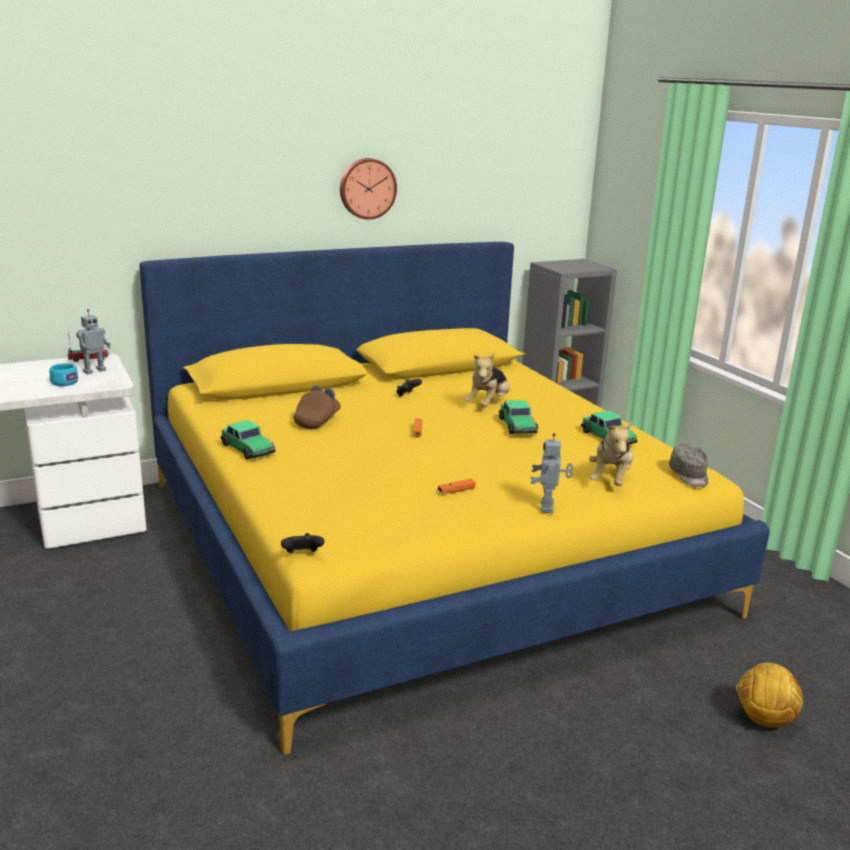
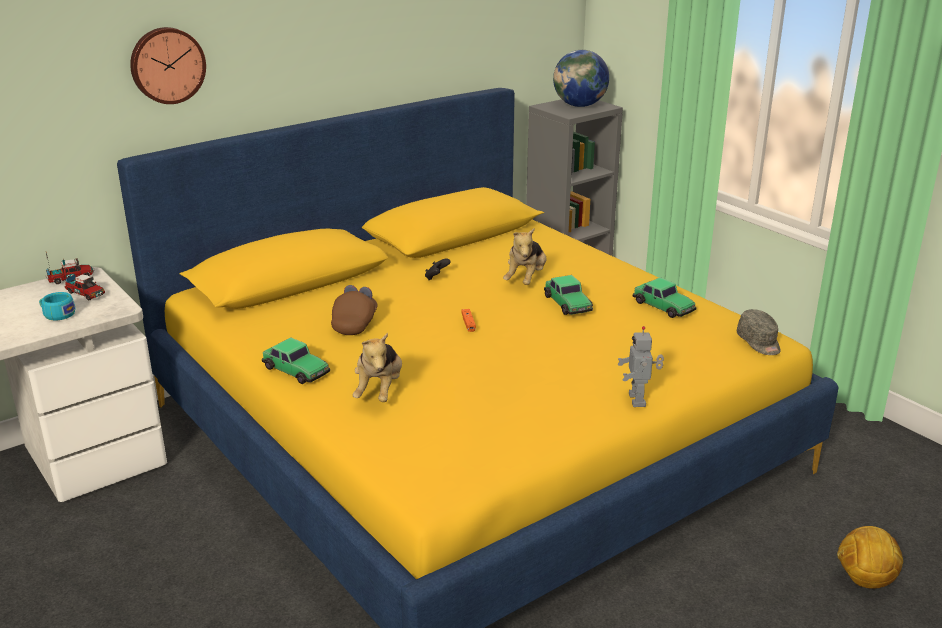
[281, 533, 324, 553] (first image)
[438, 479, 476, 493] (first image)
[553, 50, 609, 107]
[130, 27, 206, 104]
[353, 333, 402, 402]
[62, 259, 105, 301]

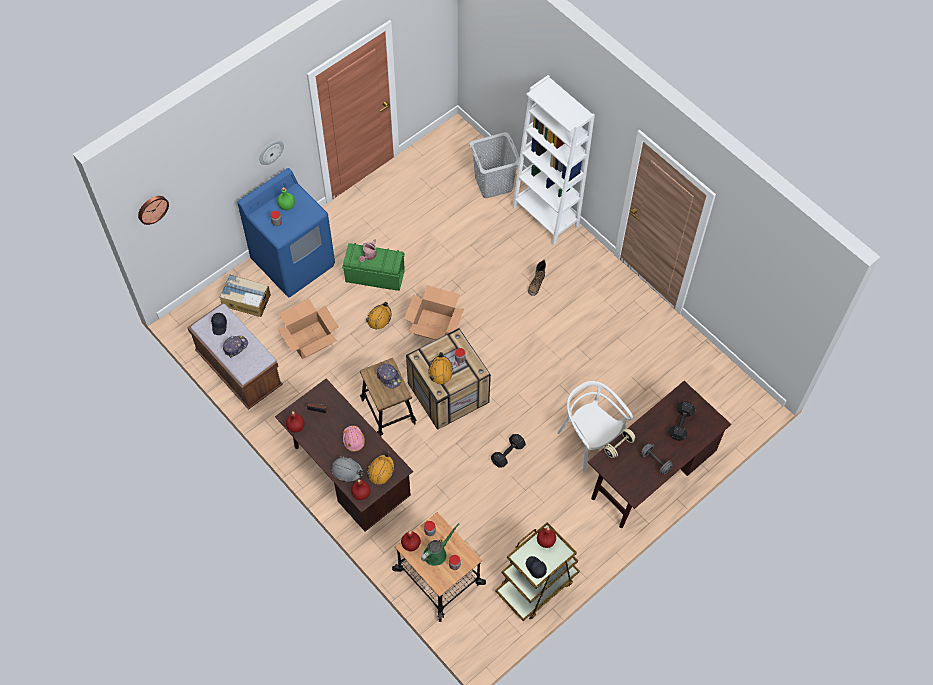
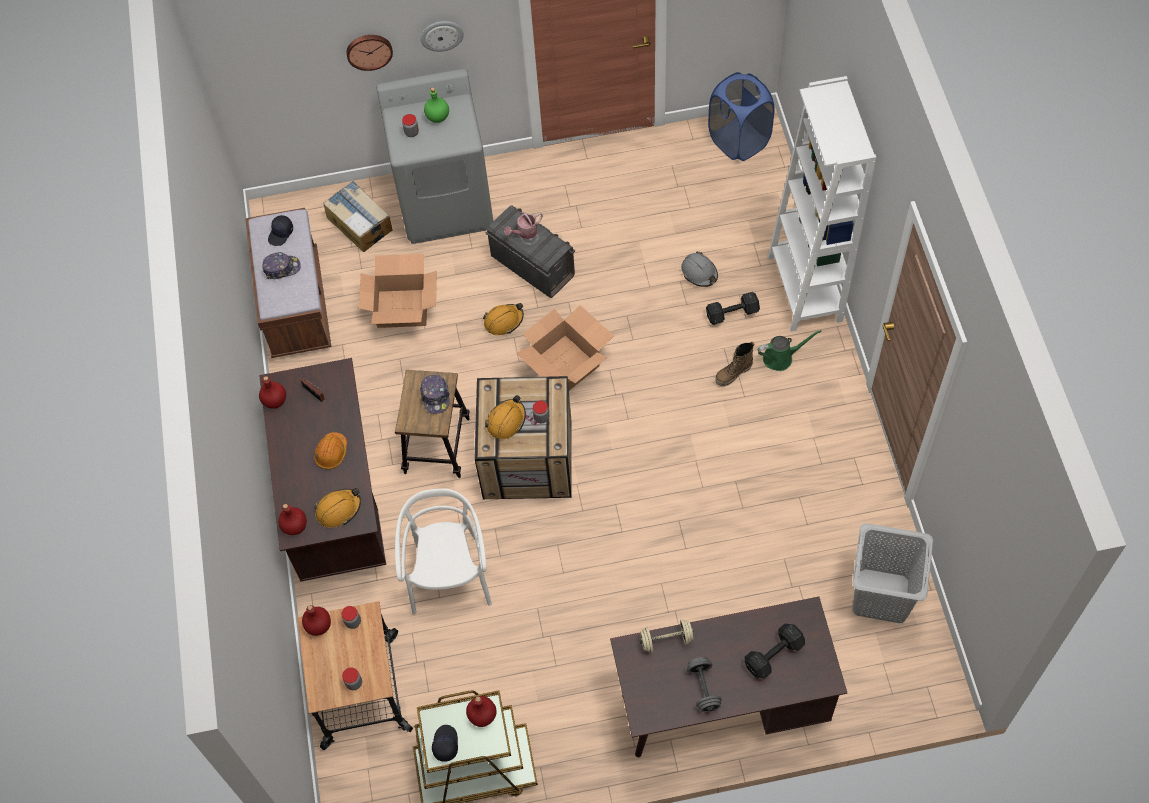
[708, 72, 775, 161]
[347, 35, 393, 71]
[681, 251, 718, 287]
[758, 330, 822, 371]
[852, 523, 933, 623]
[706, 292, 760, 325]
[395, 488, 492, 614]
[376, 69, 493, 244]
[486, 205, 575, 298]
[314, 432, 347, 469]

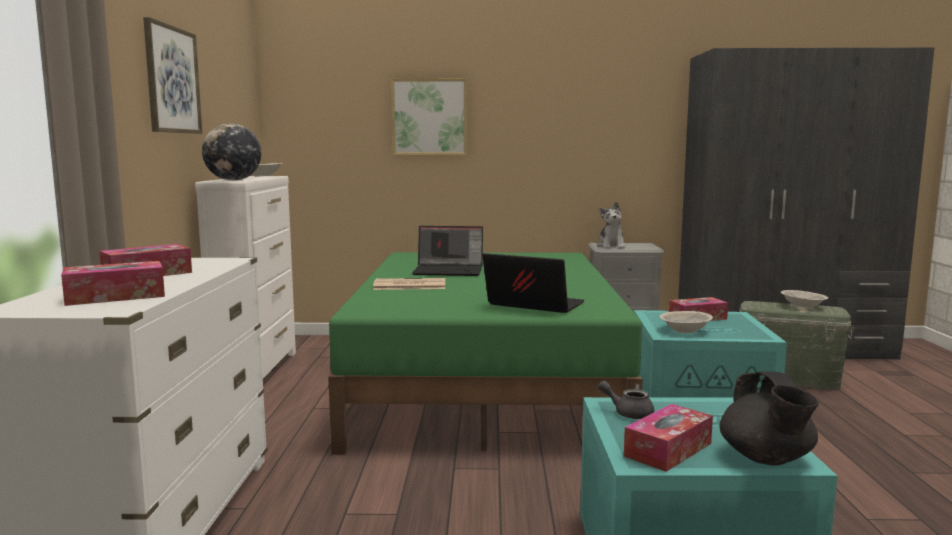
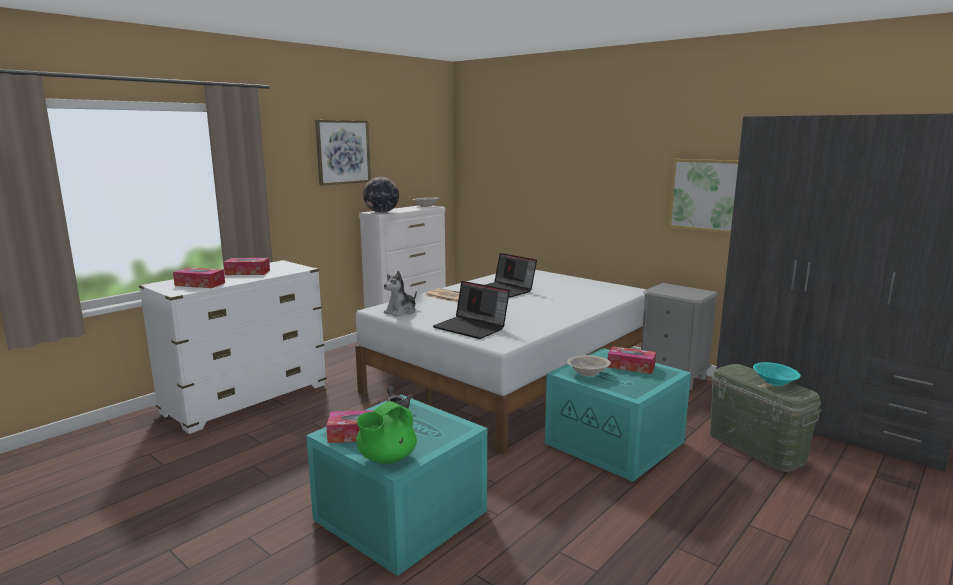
[668, 159, 738, 234]
[384, 271, 417, 317]
[355, 270, 647, 455]
[356, 401, 417, 464]
[753, 362, 801, 386]
[433, 281, 510, 339]

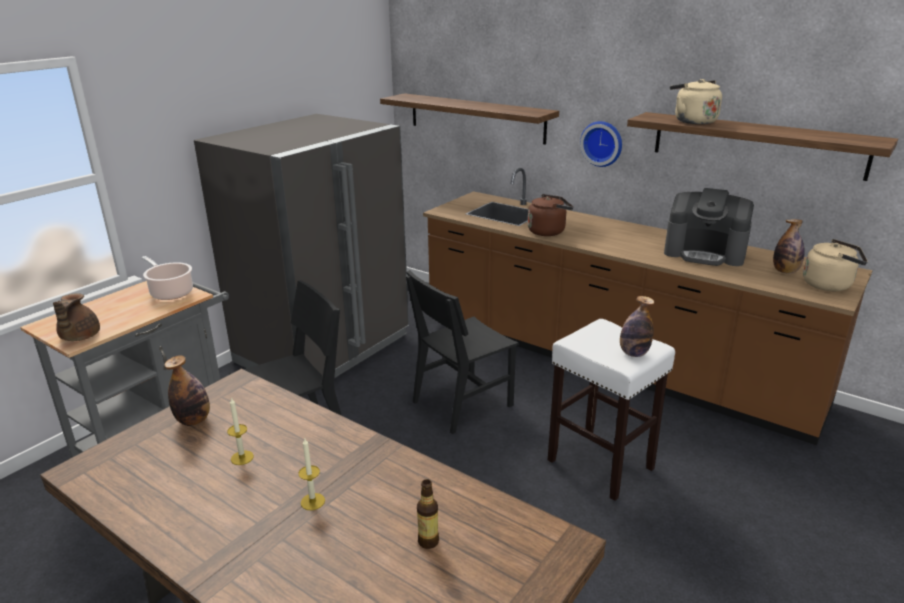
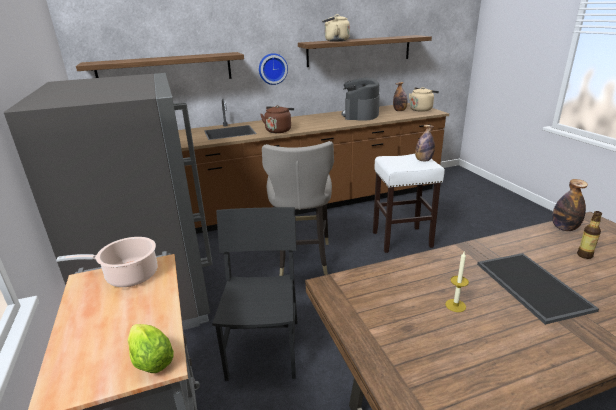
[552, 179, 588, 231]
[127, 324, 174, 373]
[477, 253, 599, 325]
[262, 141, 334, 276]
[341, 78, 380, 121]

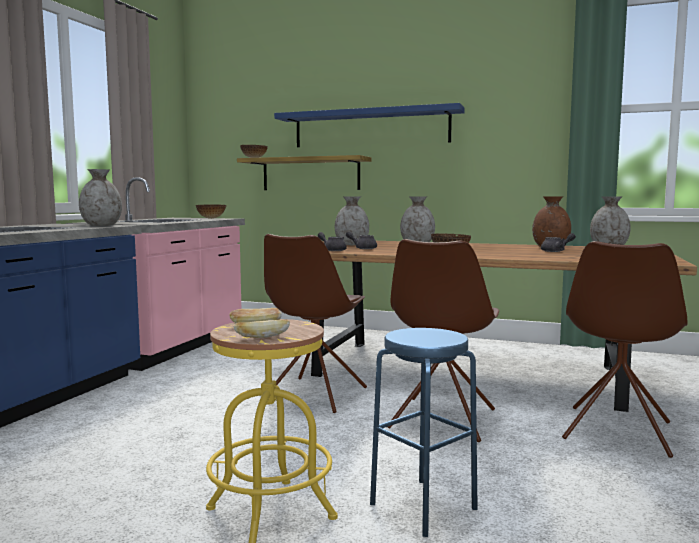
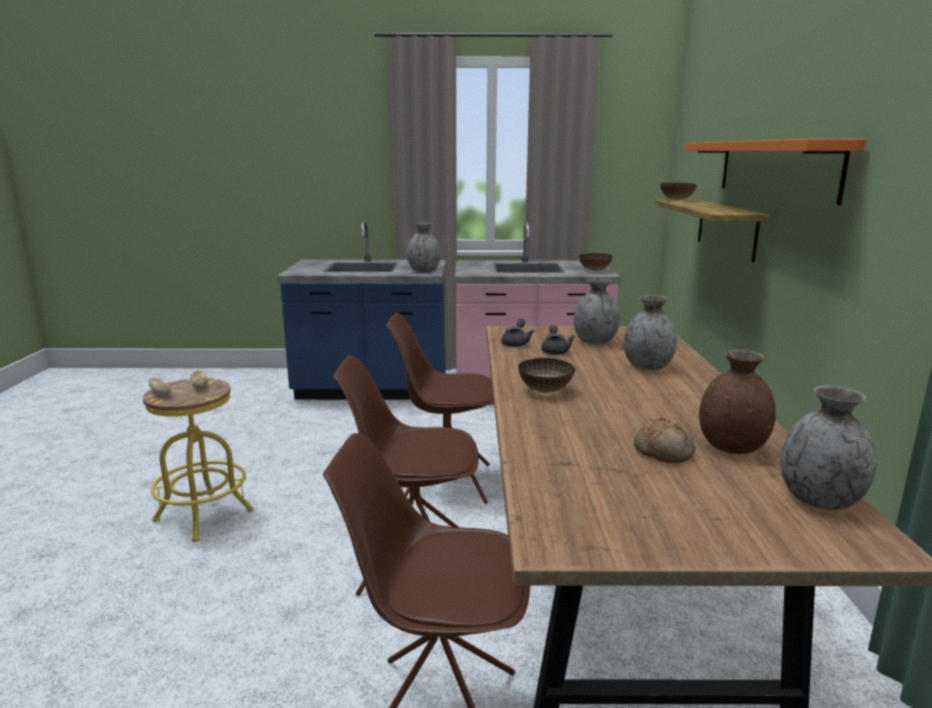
[370, 328, 478, 537] (first image)
[634, 418, 696, 463]
[685, 139, 866, 205]

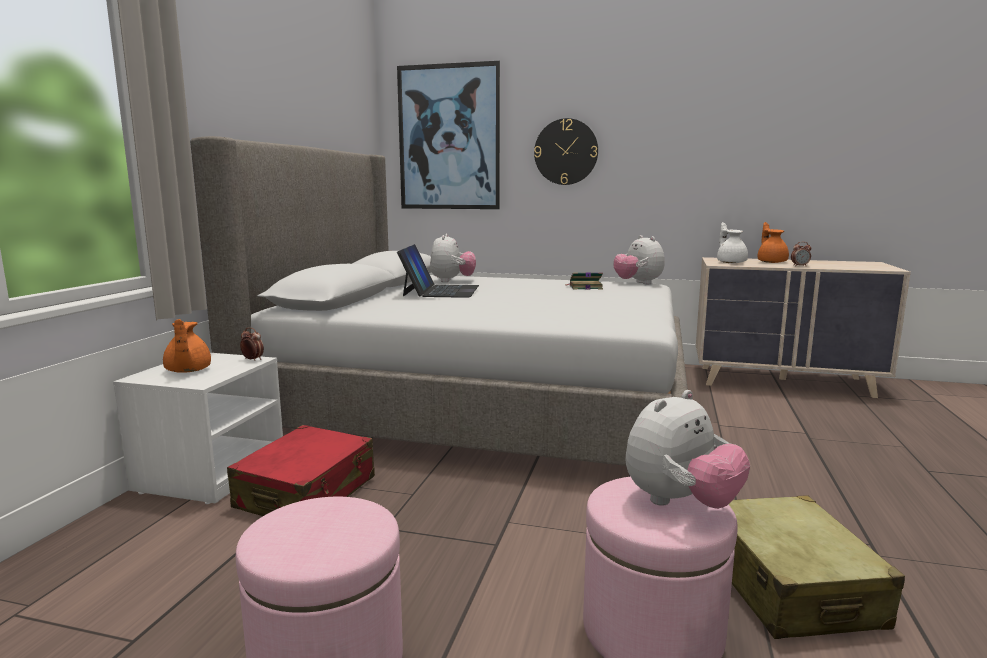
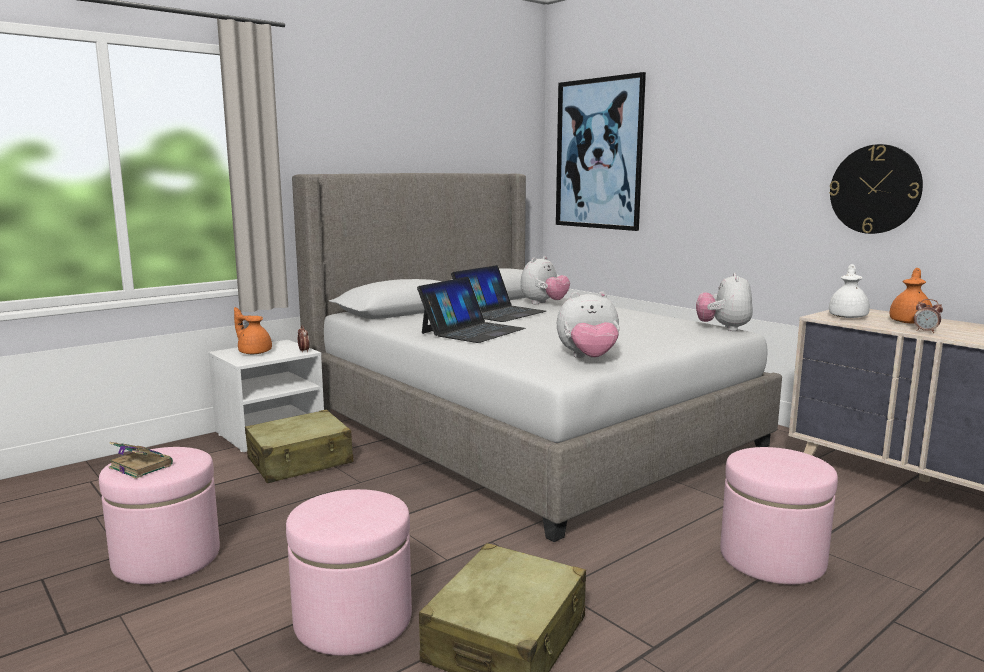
[417, 277, 525, 343]
[720, 447, 838, 585]
[829, 144, 923, 234]
[109, 442, 173, 479]
[557, 291, 620, 358]
[245, 410, 353, 483]
[234, 307, 272, 354]

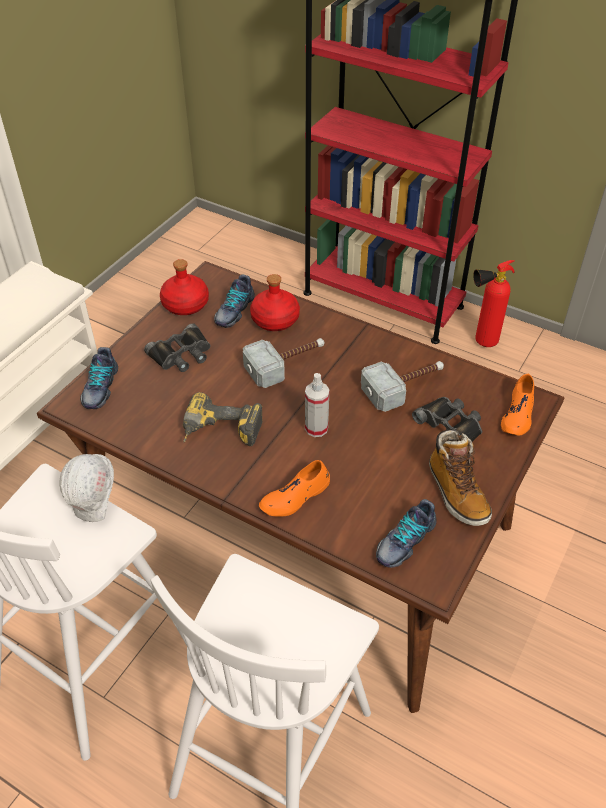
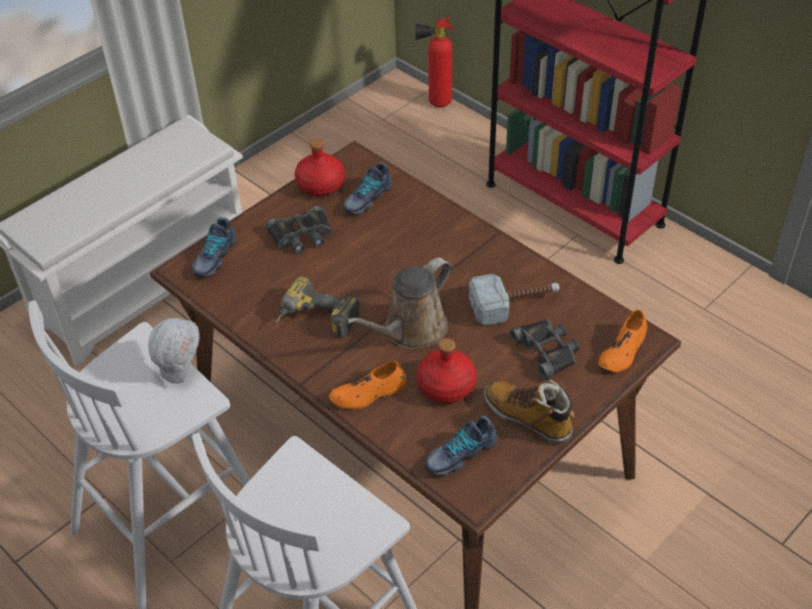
[243, 338, 324, 388] (first image)
[417, 338, 476, 403]
[415, 17, 454, 107]
[346, 257, 451, 350]
[484, 379, 575, 443]

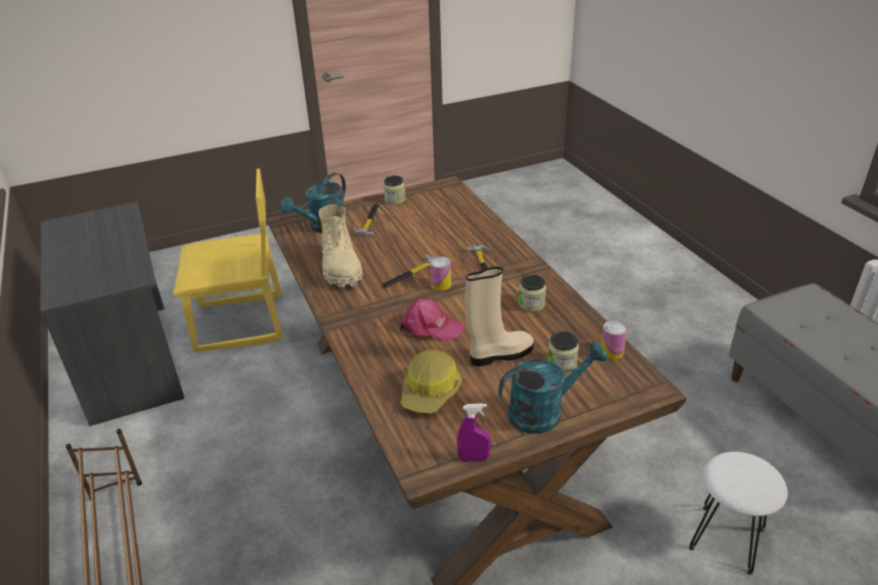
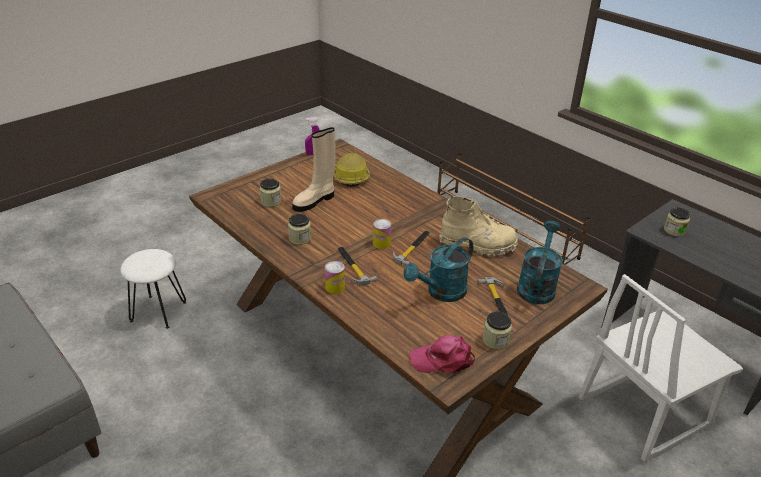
[664, 208, 690, 236]
[409, 335, 475, 373]
[403, 237, 473, 302]
[325, 261, 345, 294]
[579, 274, 743, 462]
[439, 196, 518, 257]

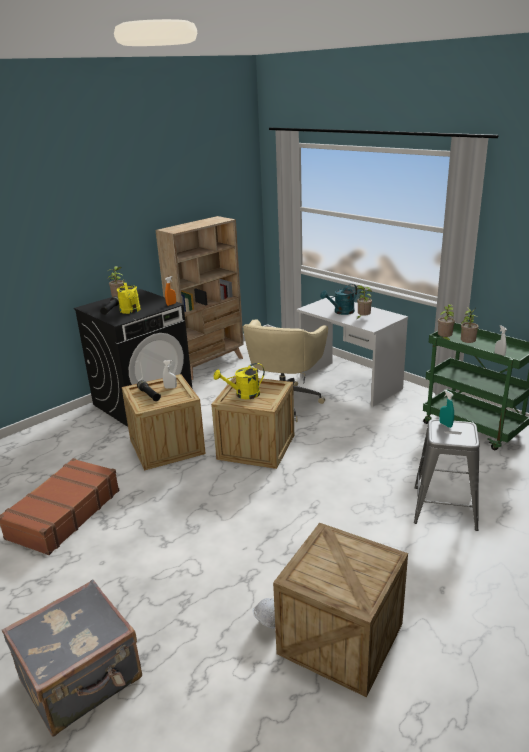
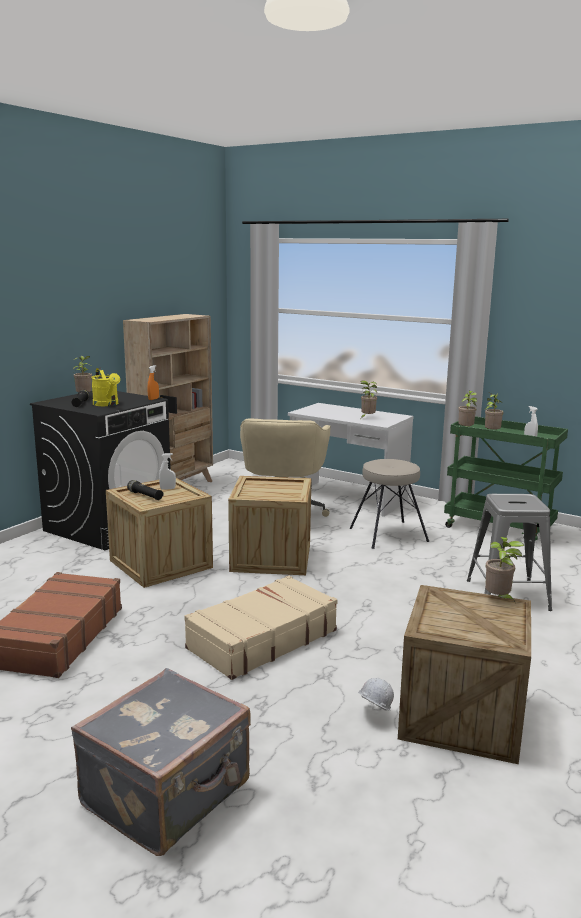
[214, 363, 265, 399] (first image)
[320, 284, 357, 315] (first image)
[439, 390, 454, 428] (first image)
[184, 576, 337, 680]
[350, 459, 429, 549]
[485, 537, 524, 602]

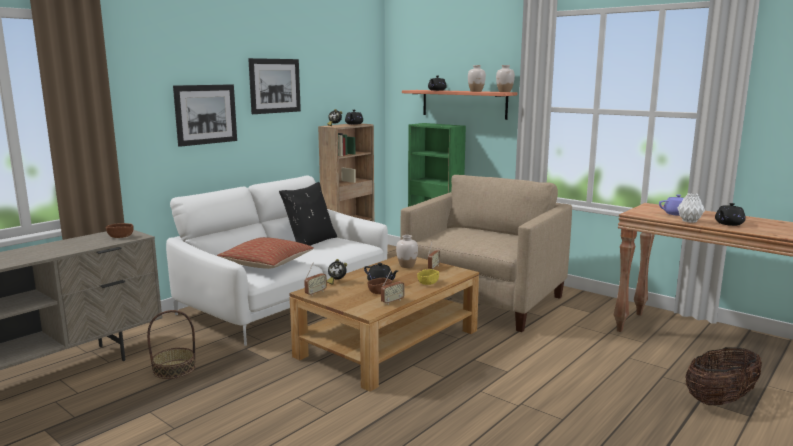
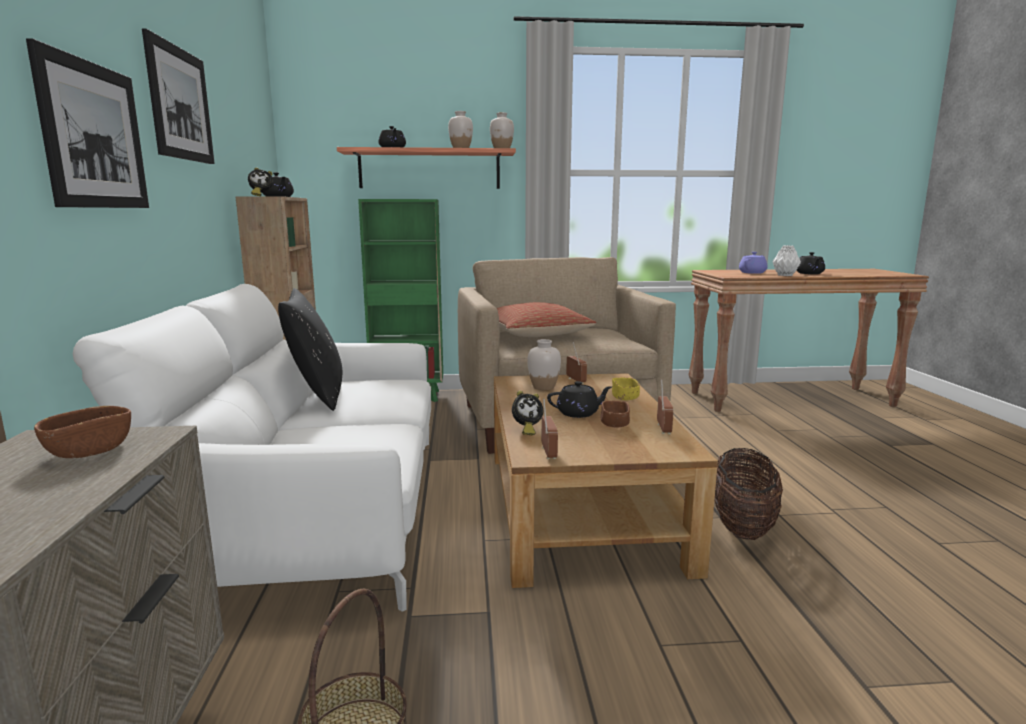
[497, 302, 596, 337]
[714, 448, 783, 540]

